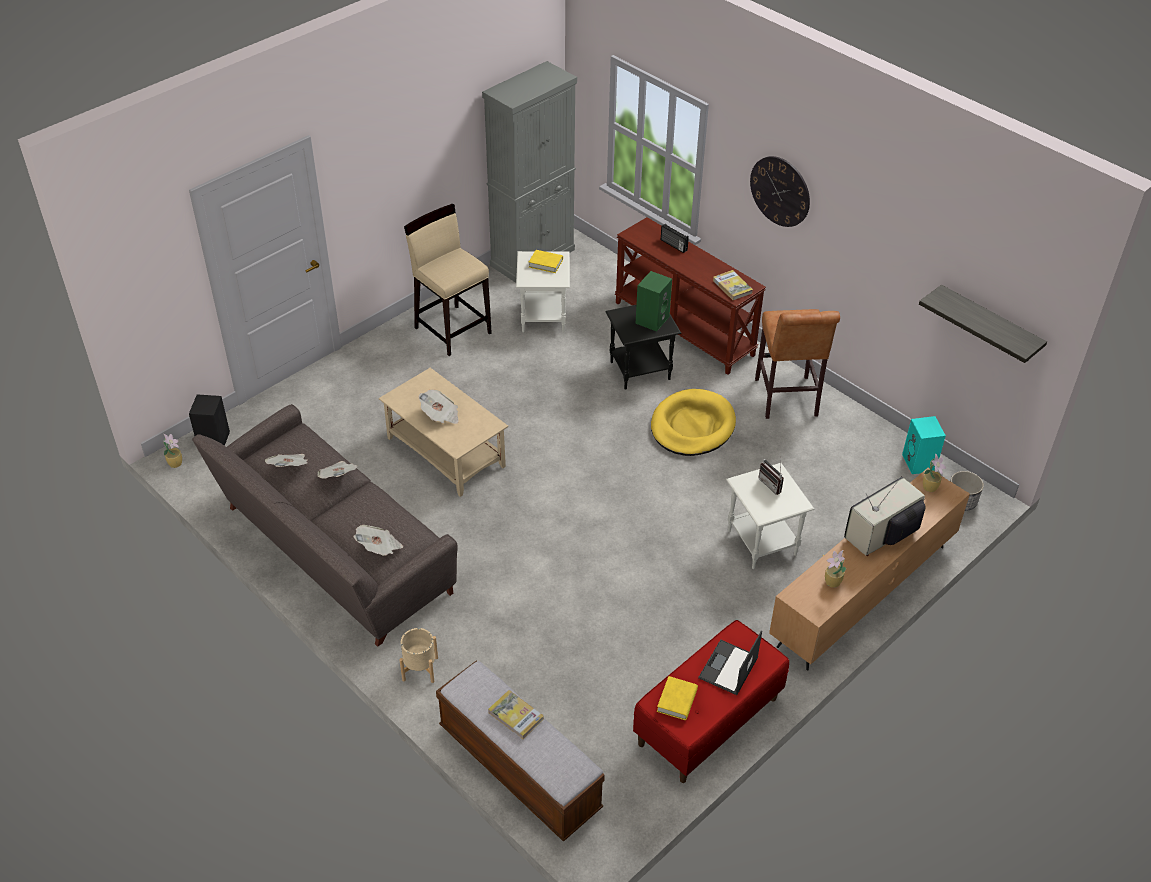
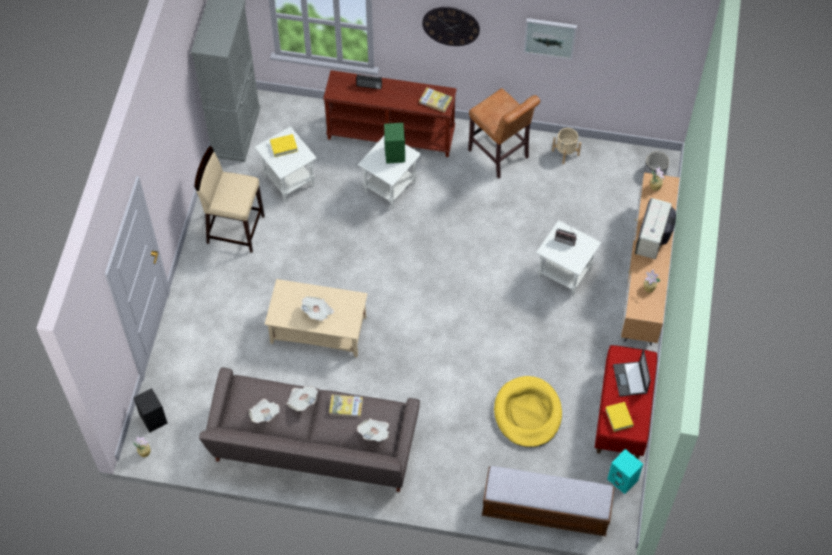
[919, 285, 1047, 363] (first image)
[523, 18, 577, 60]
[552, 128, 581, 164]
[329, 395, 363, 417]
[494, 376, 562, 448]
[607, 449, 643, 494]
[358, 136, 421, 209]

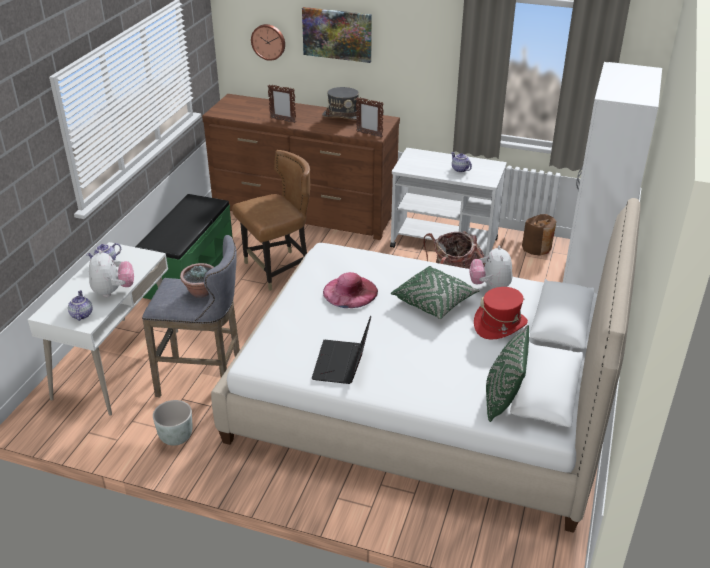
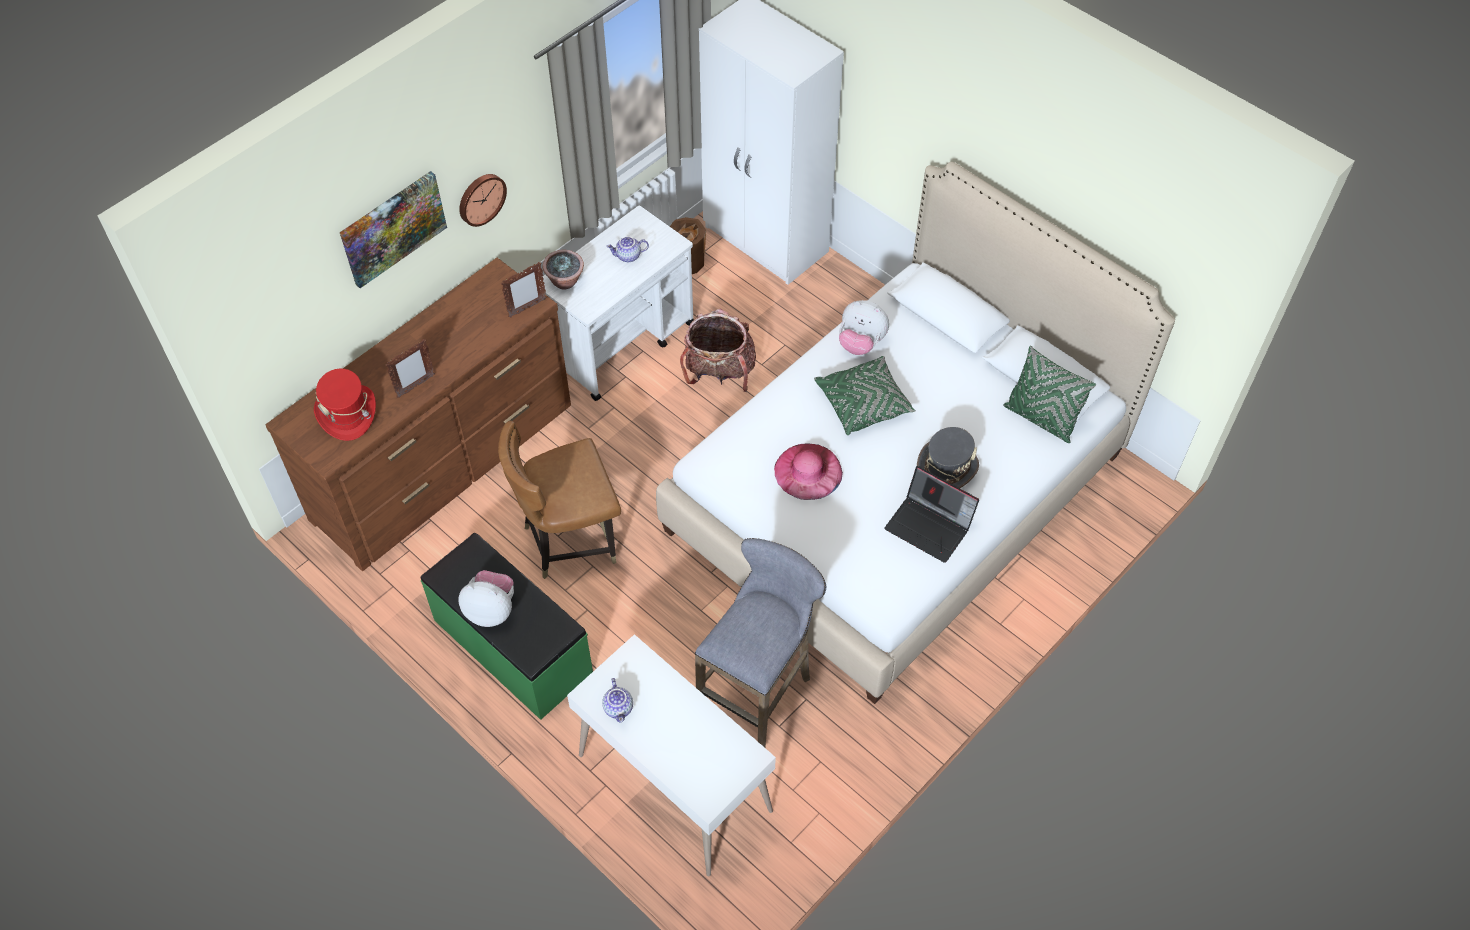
[68, 290, 92, 321] (first image)
[153, 400, 193, 446] (first image)
[458, 570, 514, 627]
[543, 249, 584, 290]
[459, 174, 507, 227]
[917, 427, 979, 488]
[314, 369, 376, 441]
[498, 421, 621, 579]

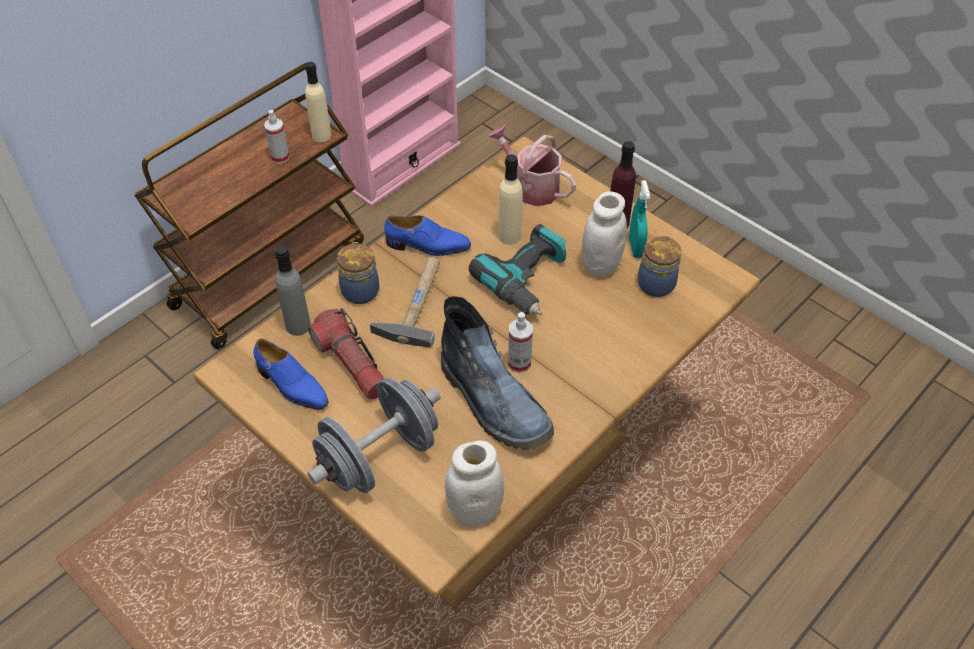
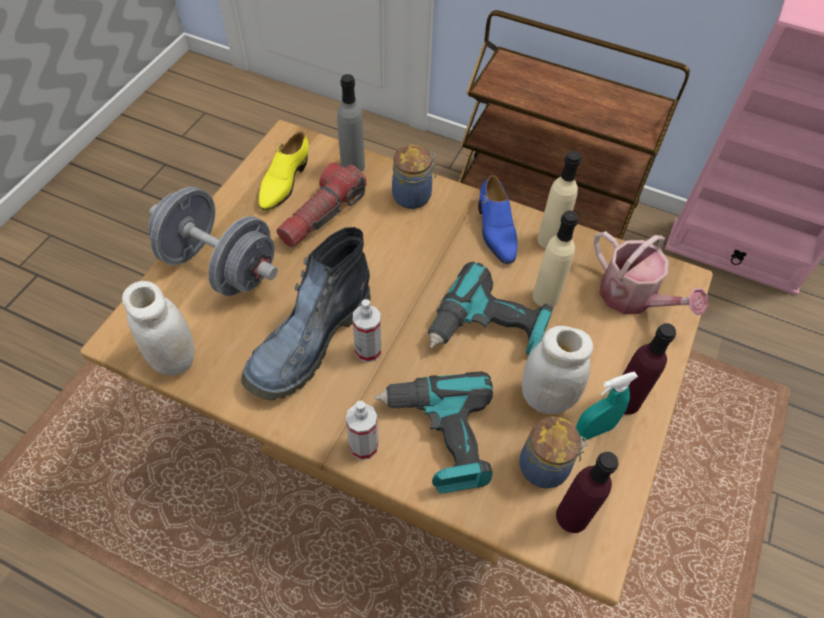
[370, 257, 440, 347] (first image)
[374, 371, 493, 494]
[556, 452, 618, 533]
[346, 401, 378, 460]
[537, 151, 581, 249]
[259, 132, 309, 211]
[593, 231, 708, 315]

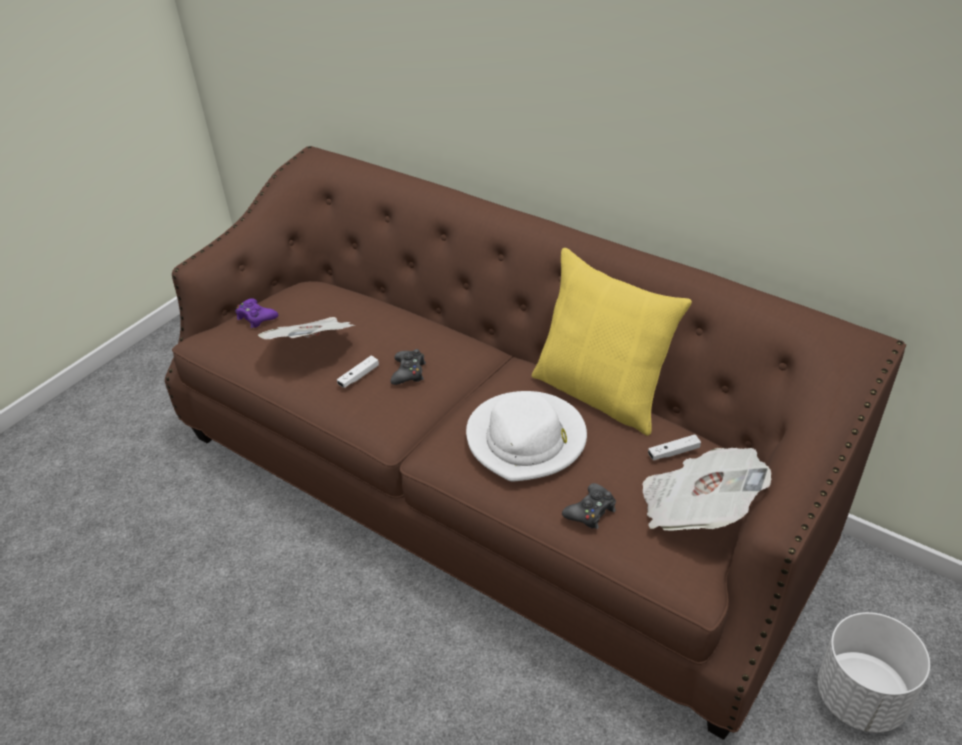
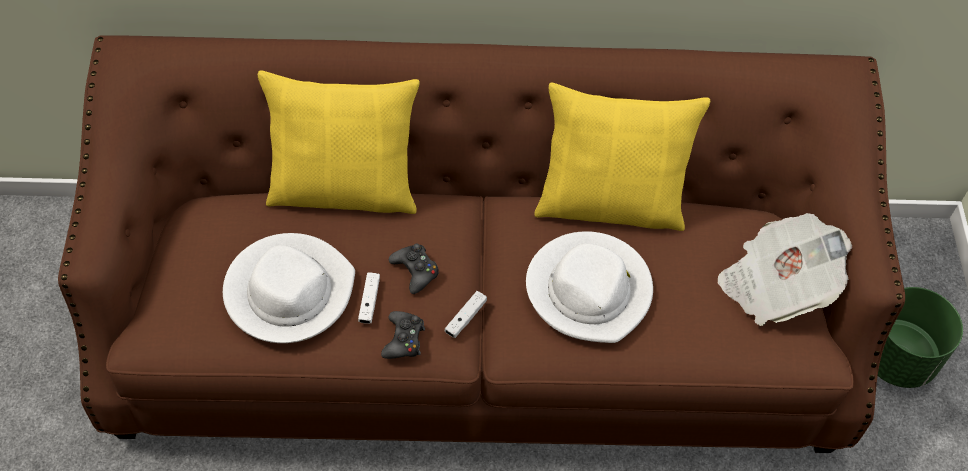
[235, 298, 279, 328] (first image)
[257, 71, 420, 214]
[381, 311, 425, 359]
[445, 291, 487, 338]
[223, 233, 355, 343]
[878, 287, 963, 388]

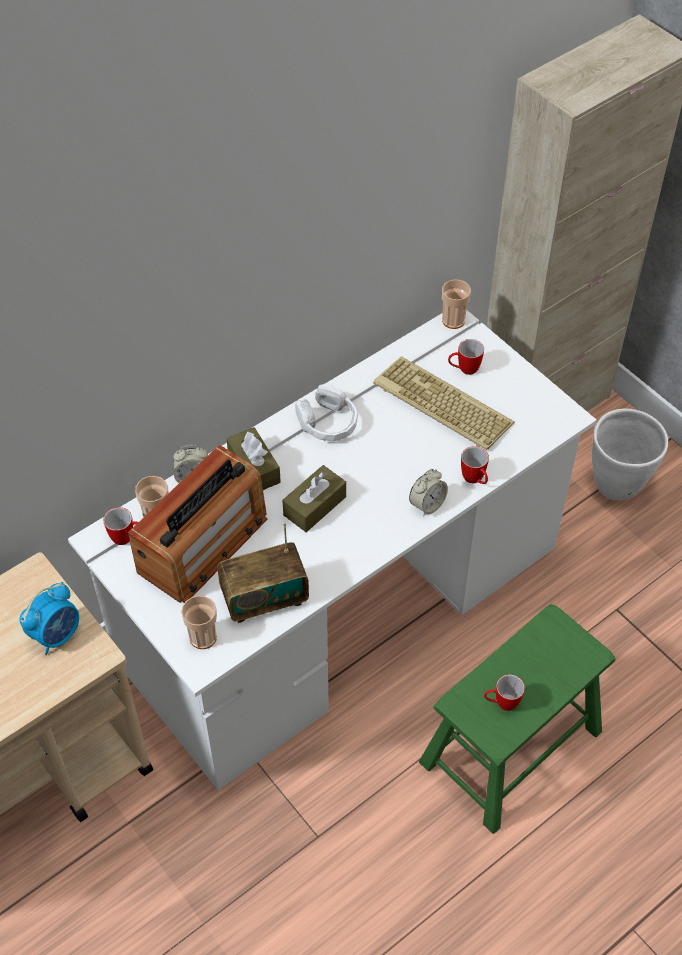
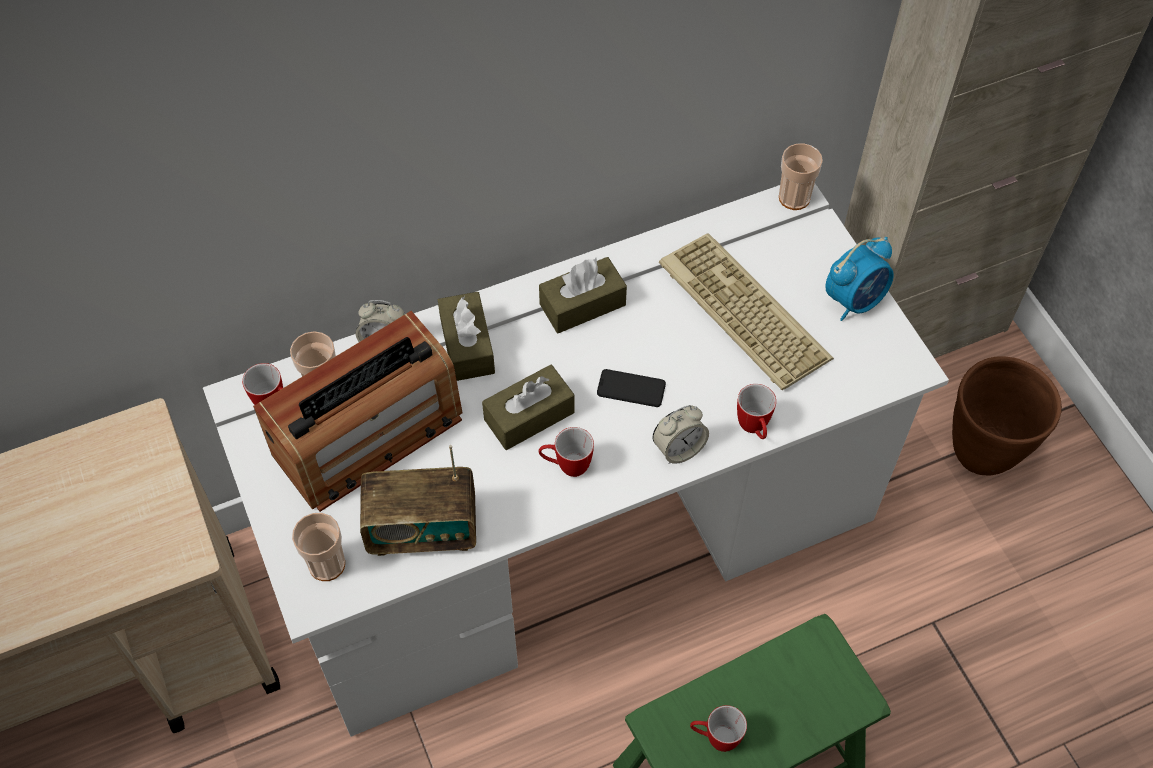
[597, 369, 666, 407]
[825, 237, 894, 321]
[539, 427, 594, 477]
[539, 257, 627, 333]
[952, 356, 1062, 475]

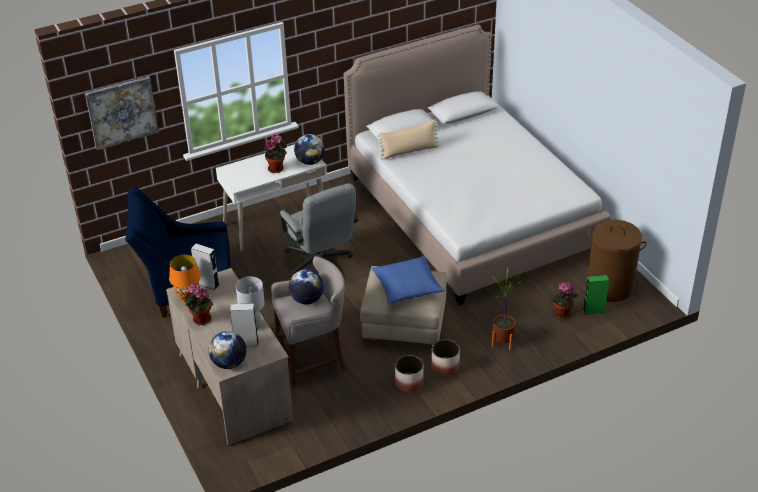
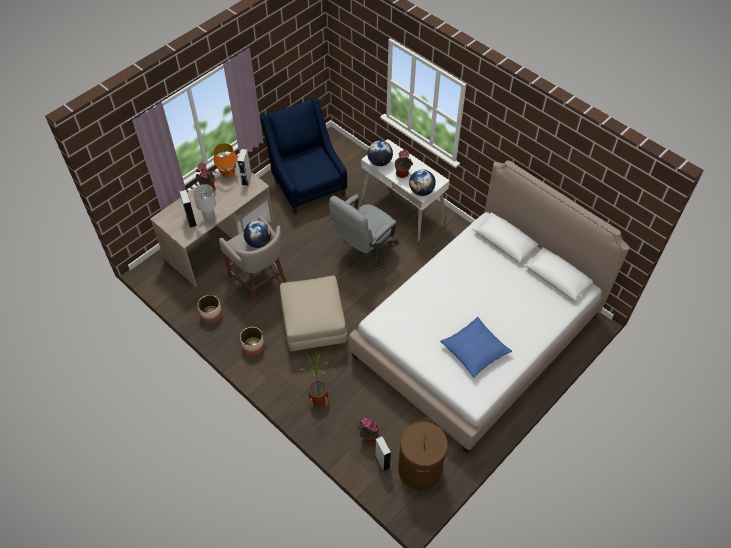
[85, 76, 159, 150] (first image)
[377, 119, 440, 160] (first image)
[367, 140, 393, 166]
[440, 317, 512, 378]
[197, 295, 222, 323]
[375, 436, 391, 472]

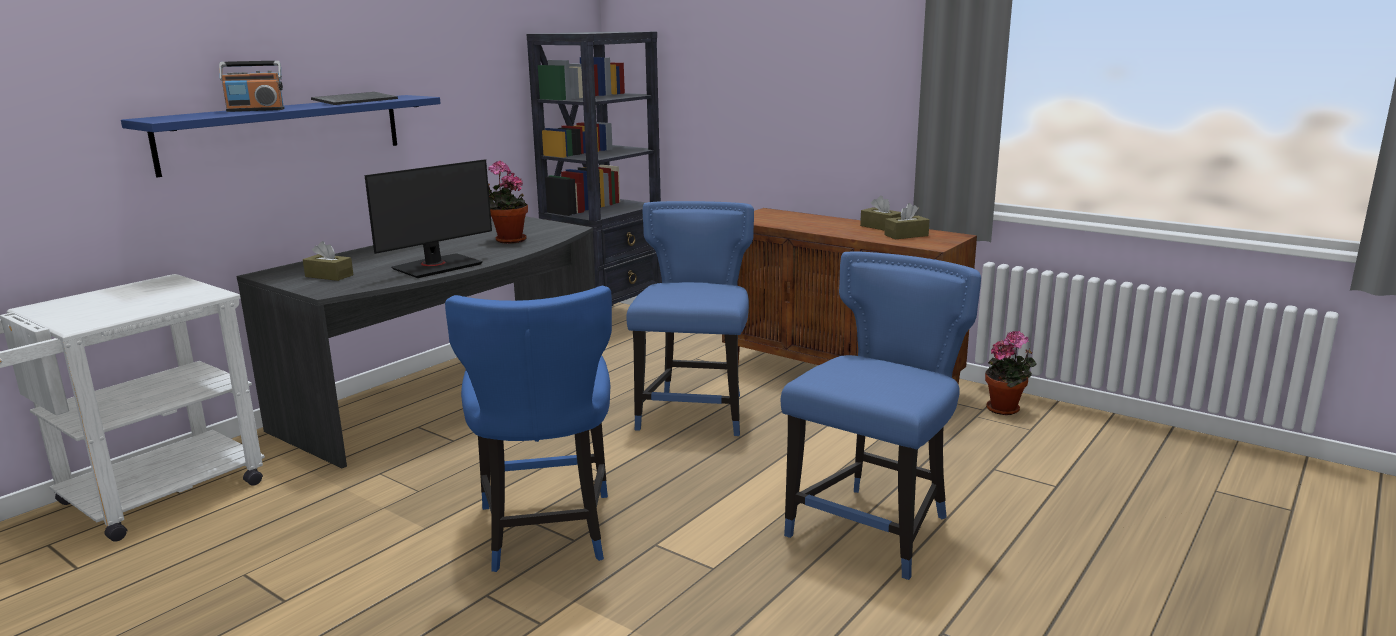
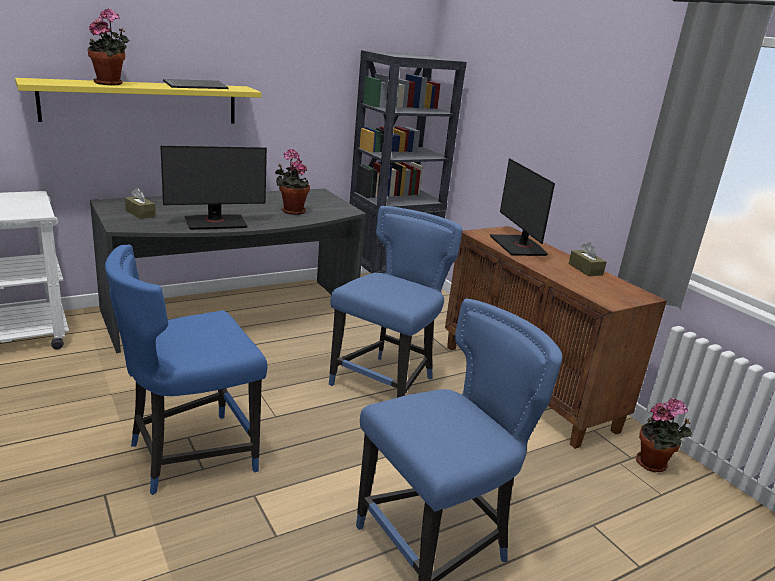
[884, 203, 930, 239] (first image)
[489, 158, 555, 256]
[87, 8, 130, 85]
[15, 78, 262, 123]
[105, 245, 267, 495]

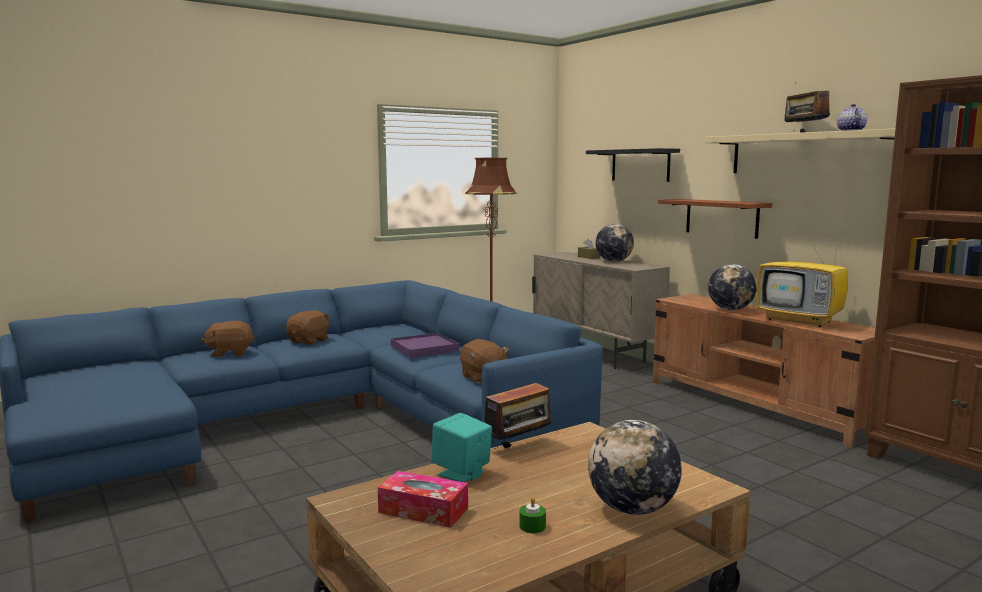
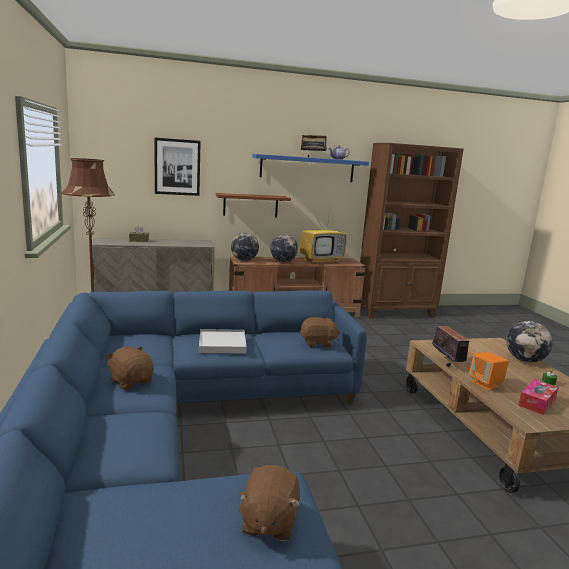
[237, 465, 301, 541]
[231, 233, 259, 261]
[155, 138, 201, 196]
[199, 329, 247, 354]
[469, 352, 509, 390]
[252, 154, 369, 182]

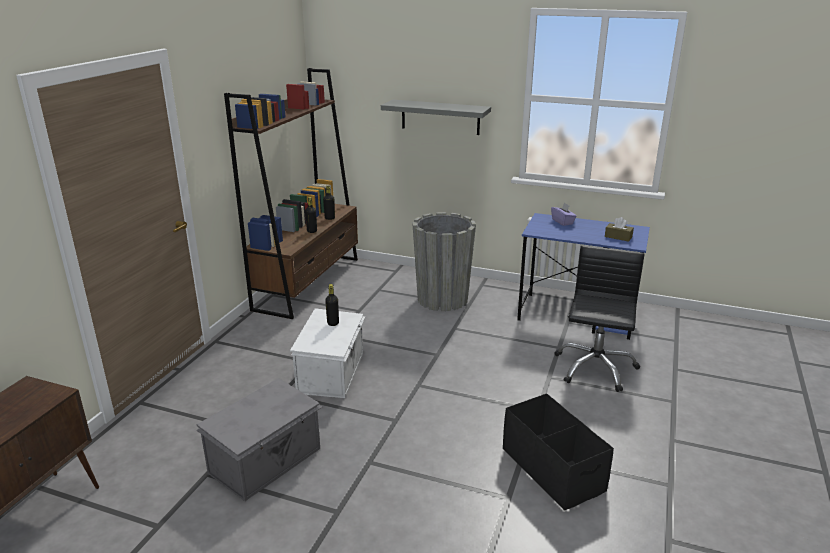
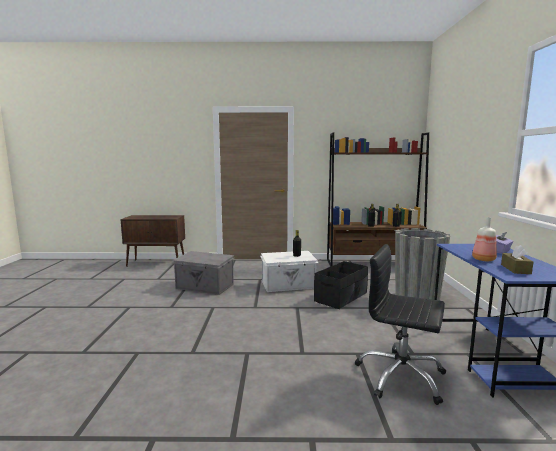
[381, 100, 491, 135] (first image)
[472, 217, 497, 261]
[314, 261, 368, 309]
[355, 244, 446, 405]

